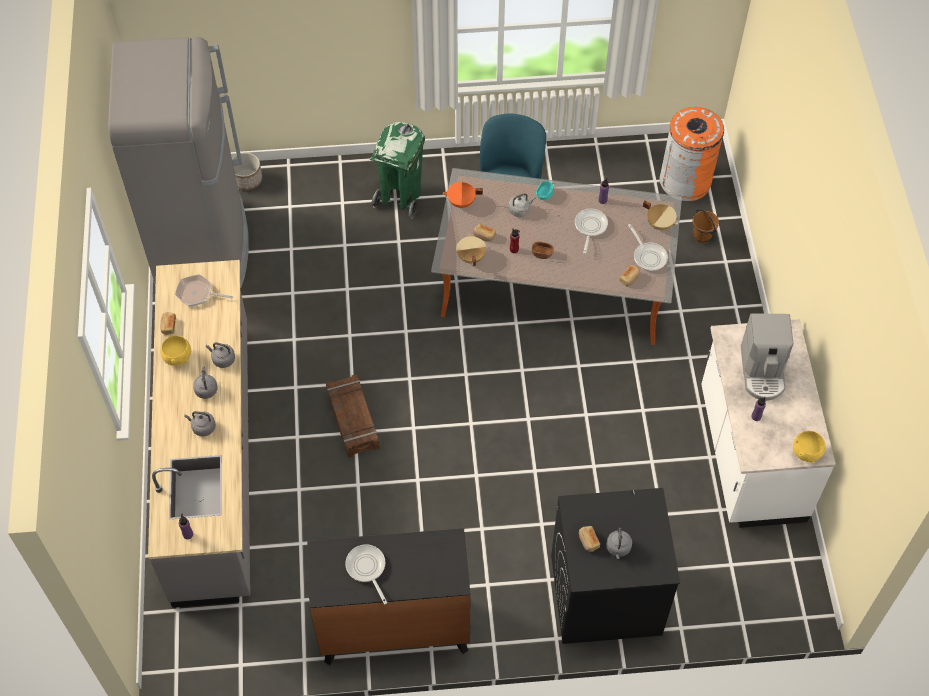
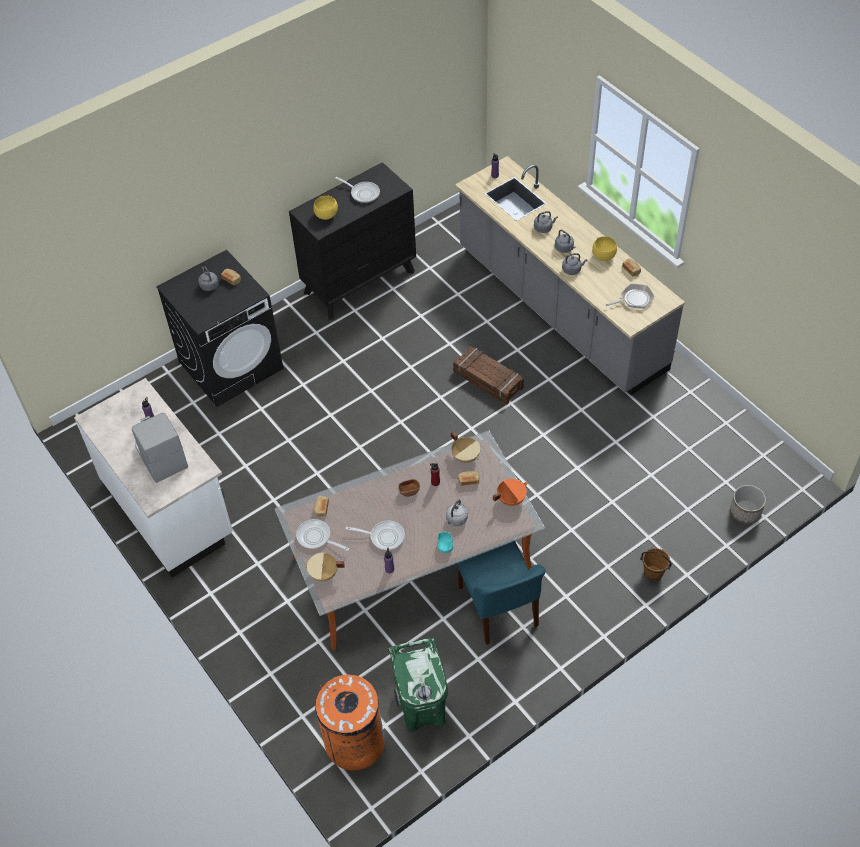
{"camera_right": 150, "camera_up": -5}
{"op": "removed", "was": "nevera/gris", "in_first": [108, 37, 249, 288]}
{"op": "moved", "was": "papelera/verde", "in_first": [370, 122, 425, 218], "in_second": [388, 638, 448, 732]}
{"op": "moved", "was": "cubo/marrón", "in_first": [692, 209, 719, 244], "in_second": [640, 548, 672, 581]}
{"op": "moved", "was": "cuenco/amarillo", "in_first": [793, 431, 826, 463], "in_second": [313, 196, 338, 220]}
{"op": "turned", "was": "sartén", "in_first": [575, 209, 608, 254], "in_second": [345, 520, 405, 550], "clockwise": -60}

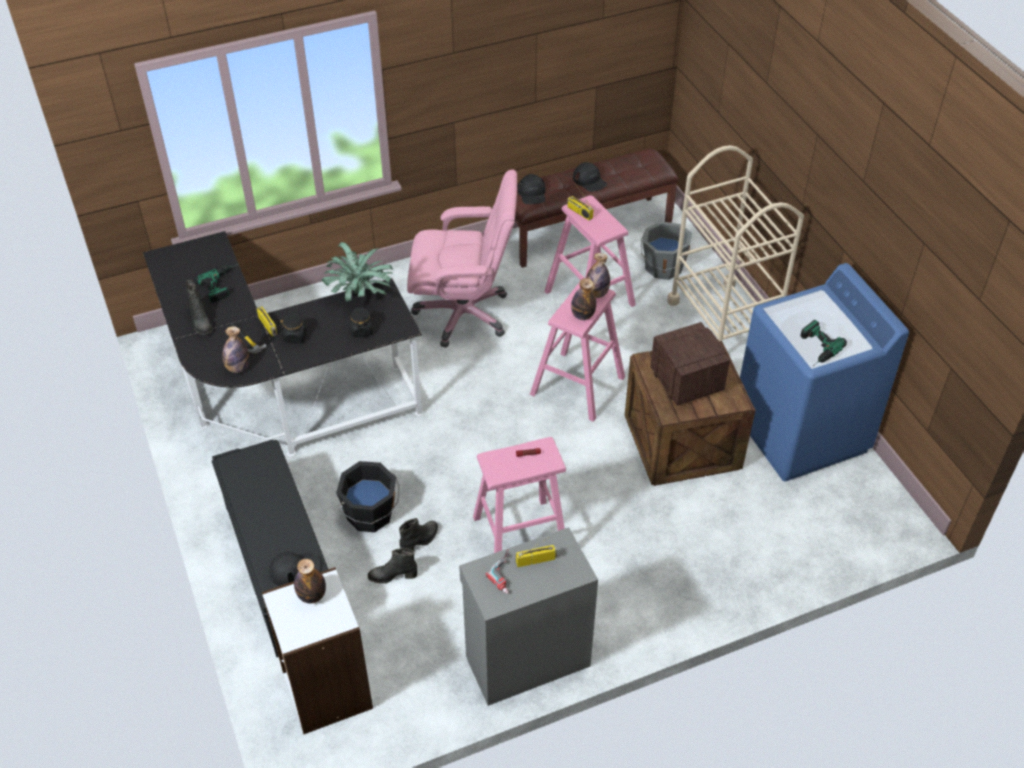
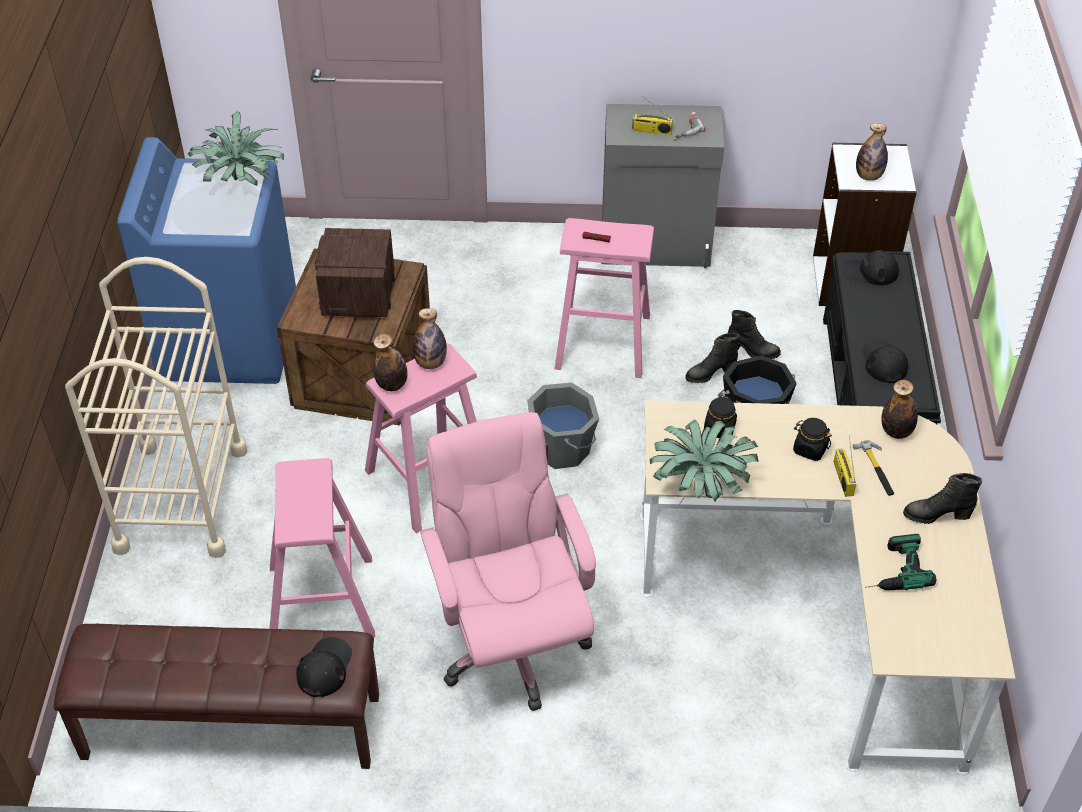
{"camera_right": -155, "camera_up": 0}
{"op": "removed", "was": "radio", "in_first": [567, 185, 594, 220]}
{"op": "moved", "was": "gorra/negro", "in_first": [573, 162, 607, 192], "in_second": [862, 339, 908, 383]}
{"op": "moved", "was": "cubo/gris", "in_first": [641, 221, 692, 280], "in_second": [527, 383, 599, 469]}
{"op": "replaced", "was": "taladro", "now": "planta en maceta", "in_first": [801, 320, 847, 366], "in_second": [188, 111, 284, 186]}
{"op": "recoloured", "was": "escritorio/negro", "now": "escritorio/beis", "in_first": [143, 231, 424, 457], "in_second": [640, 400, 1015, 775]}
{"op": "turned", "was": "bota/negro", "in_first": [186, 280, 212, 336], "in_second": [903, 473, 982, 524], "clockwise": -90}
{"op": "turned", "was": "silla de oficina/rosa", "in_first": [407, 169, 517, 347], "in_second": [420, 412, 596, 711], "clockwise": 45}

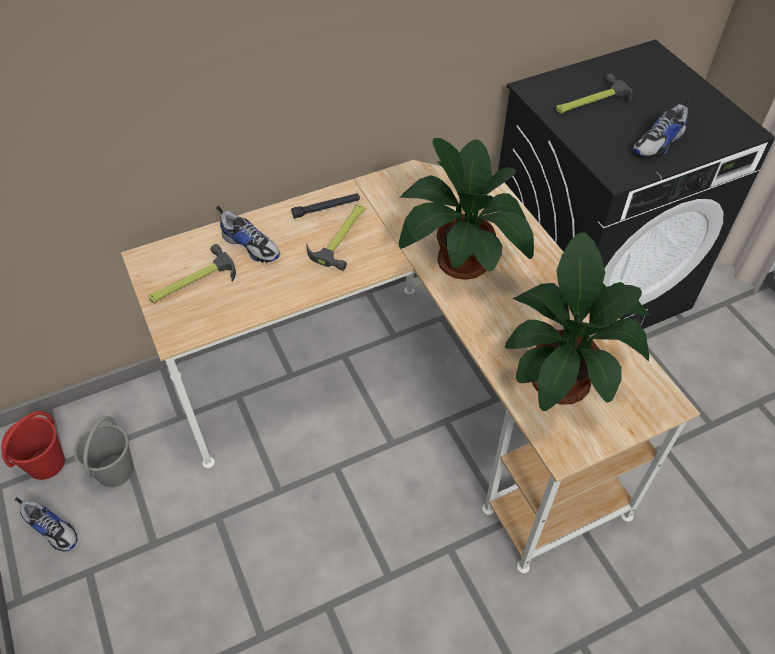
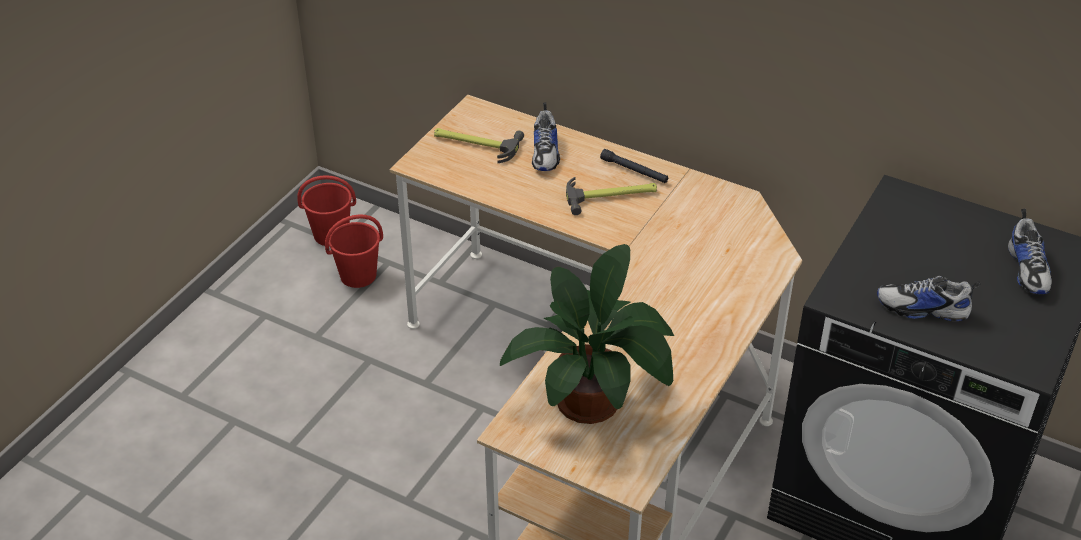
{"camera_right": 55, "camera_up": -10}
{"op": "removed", "was": "planta en maceta", "in_first": [399, 138, 534, 280]}
{"op": "removed", "was": "martillo", "in_first": [556, 74, 633, 114]}
{"op": "moved", "was": "zapato", "in_first": [15, 497, 78, 552], "in_second": [1008, 209, 1052, 294]}
{"op": "recoloured", "was": "cubo/gris", "now": "cubo/rojo", "in_first": [74, 416, 134, 487], "in_second": [325, 214, 383, 288]}

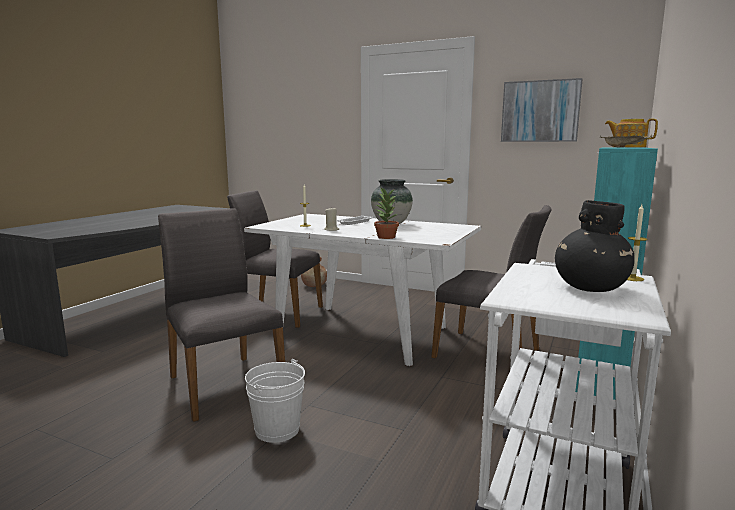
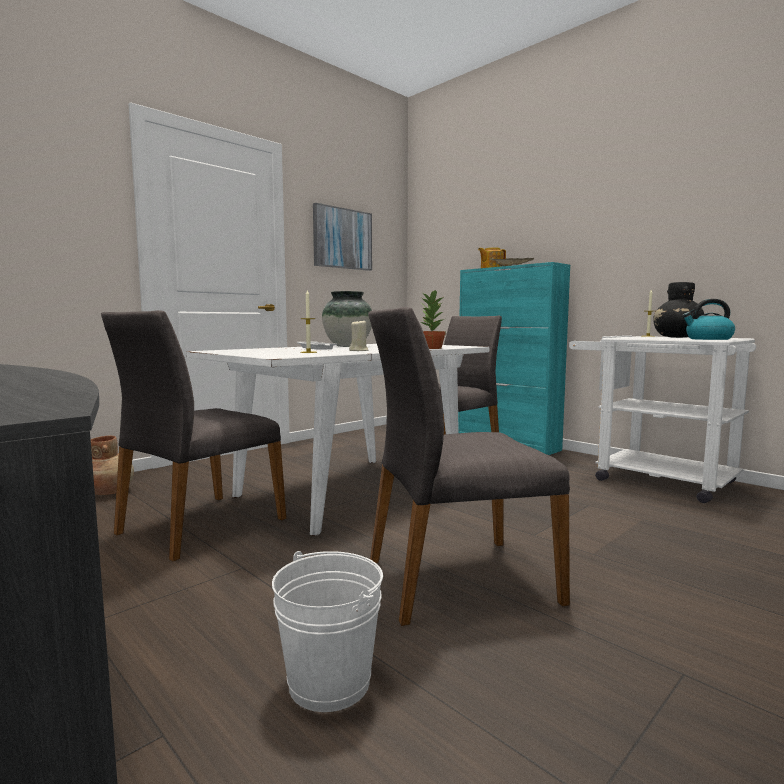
{"camera_right": -70, "camera_up": -5}
{"op": "added", "now": "hervidor", "in_second": [682, 299, 735, 340]}
{"op": "moved", "was": "cubo/blanco", "in_first": [245, 359, 305, 443], "in_second": [272, 551, 383, 712]}

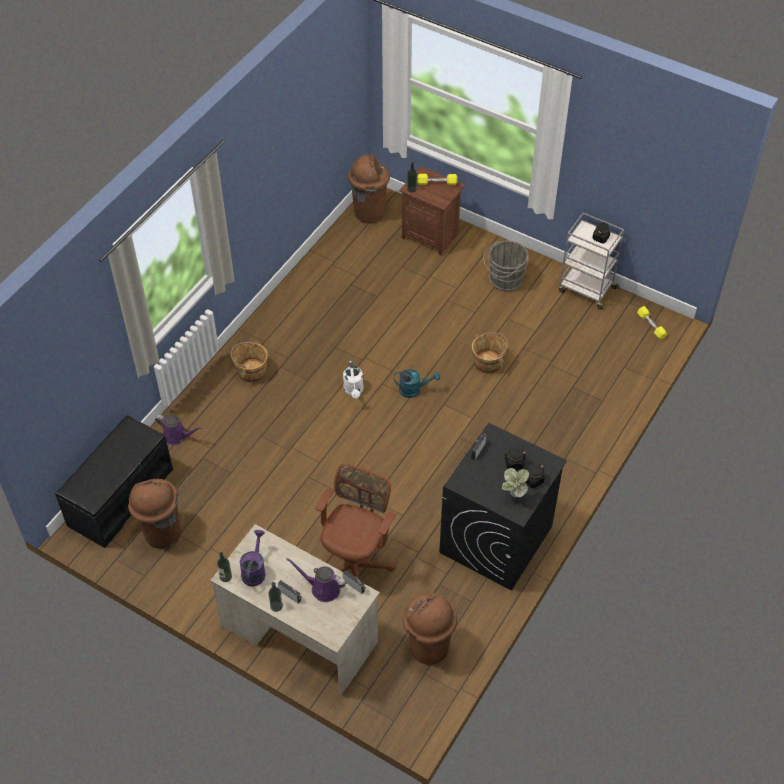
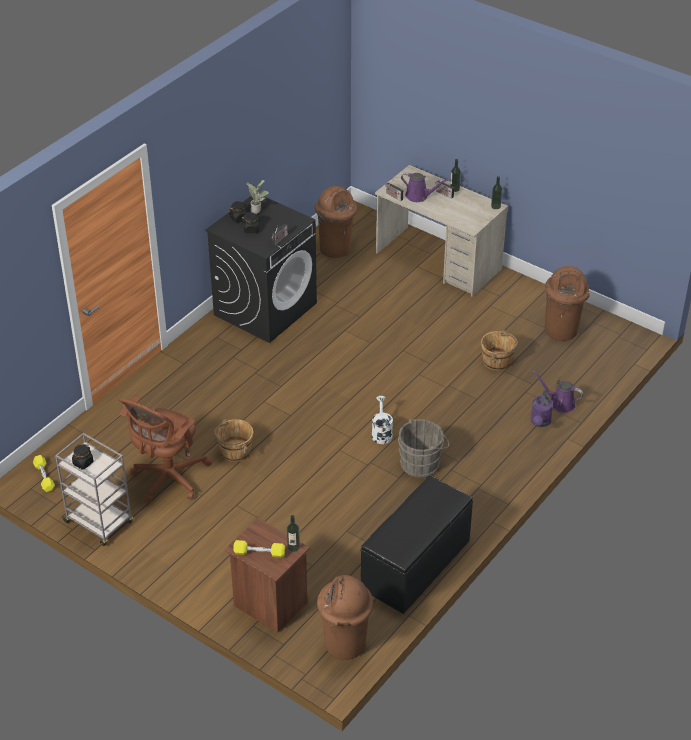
{"camera_right": -175, "camera_up": -10}
{"op": "removed", "was": "regadera/turquesa", "in_first": [394, 369, 440, 398]}
{"op": "moved", "was": "banco/negro", "in_first": [55, 415, 173, 548], "in_second": [360, 476, 473, 614]}
{"op": "moved", "was": "cubo/marrón", "in_first": [231, 341, 268, 383], "in_second": [481, 330, 518, 371]}
{"op": "moved", "was": "regadera/morado", "in_first": [240, 530, 266, 587], "in_second": [531, 390, 553, 427]}
{"op": "moved", "was": "silla de oficina/marrón", "in_first": [315, 463, 396, 580], "in_second": [119, 396, 212, 503]}
{"op": "moved", "was": "cubo/gris", "in_first": [483, 240, 529, 291], "in_second": [398, 419, 449, 478]}

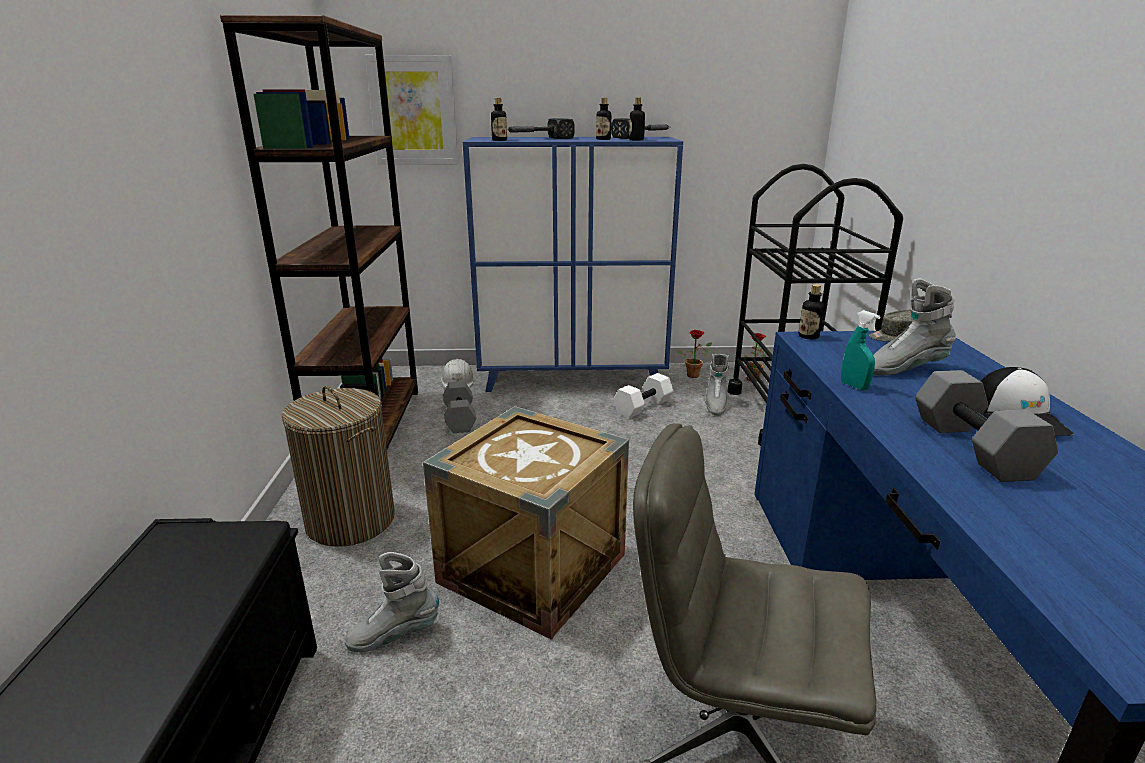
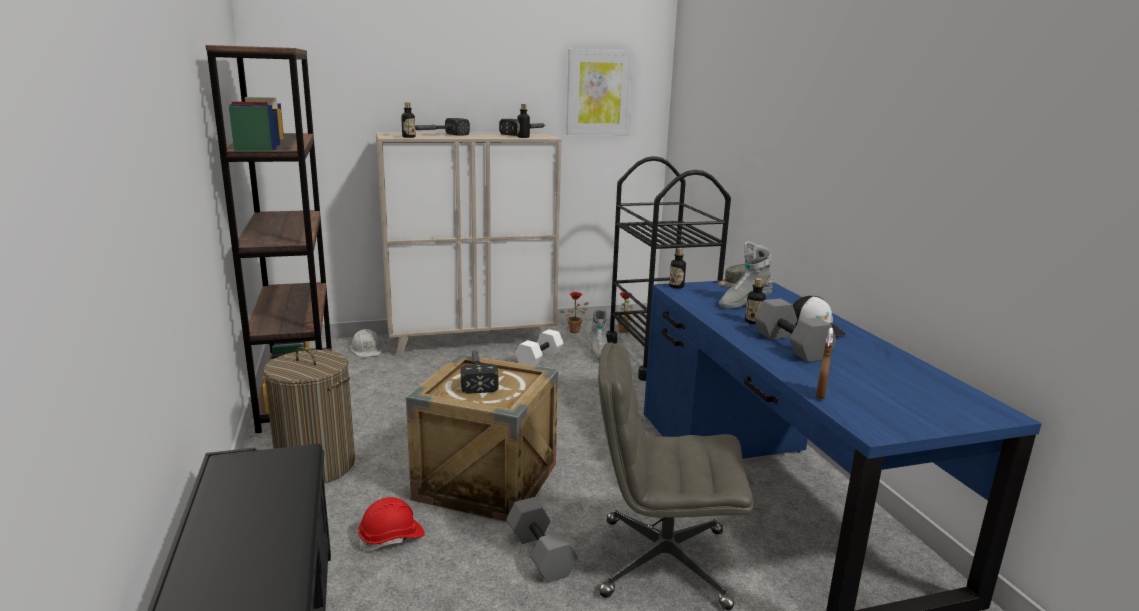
{"camera_right": -15, "camera_up": -5}
{"op": "removed", "was": "pulverizador/turquesa", "in_first": [841, 311, 881, 390]}
{"op": "added", "now": "martillo", "in_second": [461, 351, 498, 394]}
{"op": "added", "now": "pulverizador/marrón", "in_second": [816, 328, 833, 399]}
{"op": "moved", "was": "cuadro", "in_first": [365, 55, 459, 165], "in_second": [566, 49, 634, 135]}
{"op": "moved", "was": "mancuerna/gris", "in_first": [443, 381, 476, 433], "in_second": [506, 497, 578, 583]}
{"op": "moved", "was": "botella", "in_first": [596, 98, 611, 140], "in_second": [745, 278, 766, 325]}
{"op": "replaced", "was": "bota/gris", "now": "casco/rojo", "in_first": [345, 552, 439, 652], "in_second": [358, 497, 425, 551]}
{"op": "recoloured", "was": "armario/azul", "now": "armario/beis", "in_first": [463, 137, 683, 392], "in_second": [376, 132, 562, 357]}

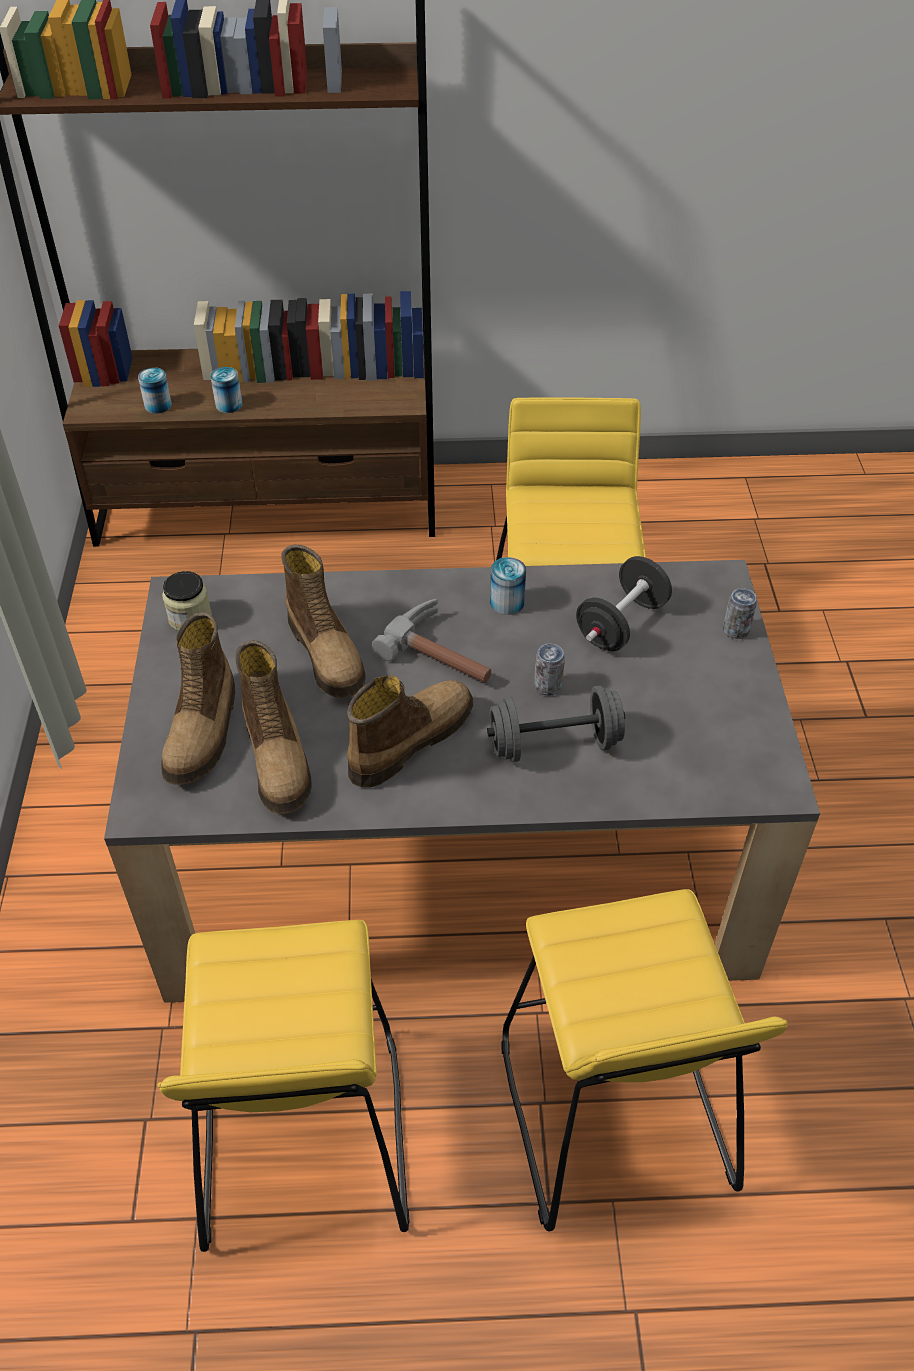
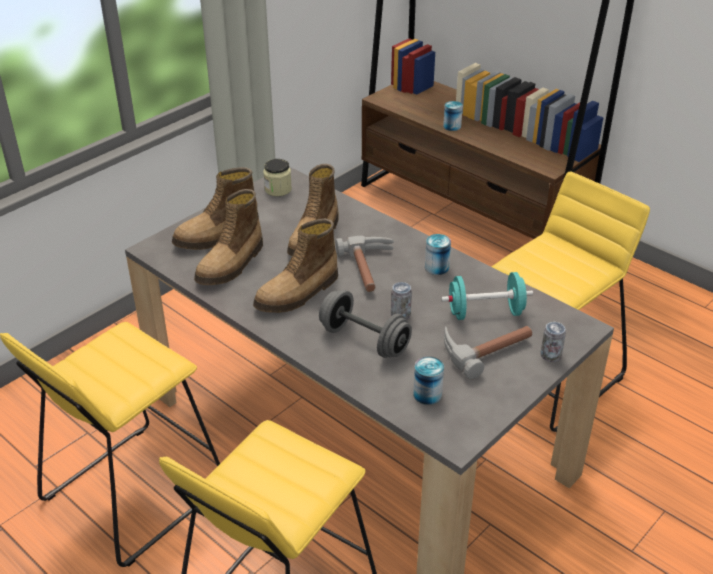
{"camera_right": 45, "camera_up": -10}
{"op": "added", "now": "martillo", "in_second": [444, 326, 532, 380]}
{"op": "moved", "was": "lata", "in_first": [138, 367, 172, 414], "in_second": [413, 356, 444, 405]}
{"op": "recoloured", "was": "mancuerna/negro", "now": "mancuerna/turquesa", "in_first": [576, 556, 672, 651], "in_second": [441, 272, 533, 320]}
{"op": "turned", "was": "bota", "in_first": [347, 675, 473, 788], "in_second": [253, 219, 338, 313], "clockwise": 135}

